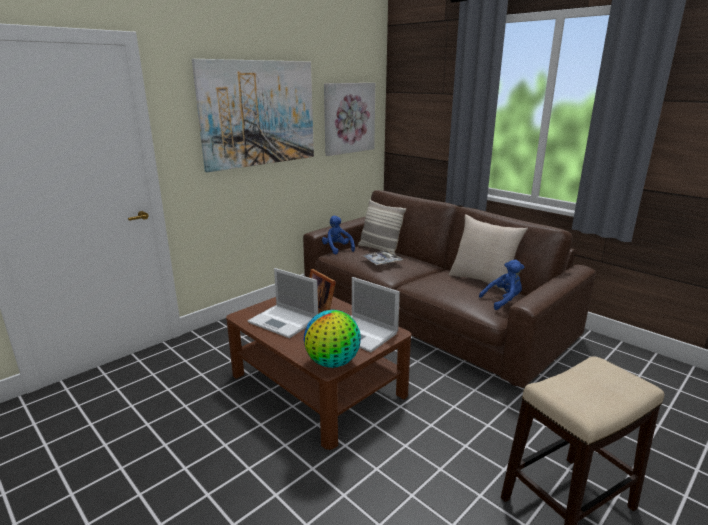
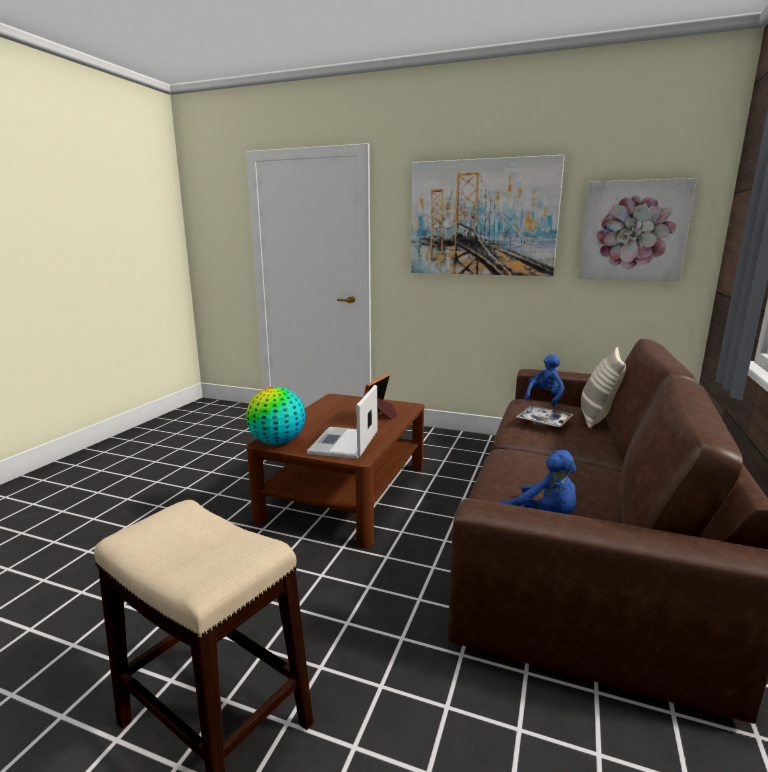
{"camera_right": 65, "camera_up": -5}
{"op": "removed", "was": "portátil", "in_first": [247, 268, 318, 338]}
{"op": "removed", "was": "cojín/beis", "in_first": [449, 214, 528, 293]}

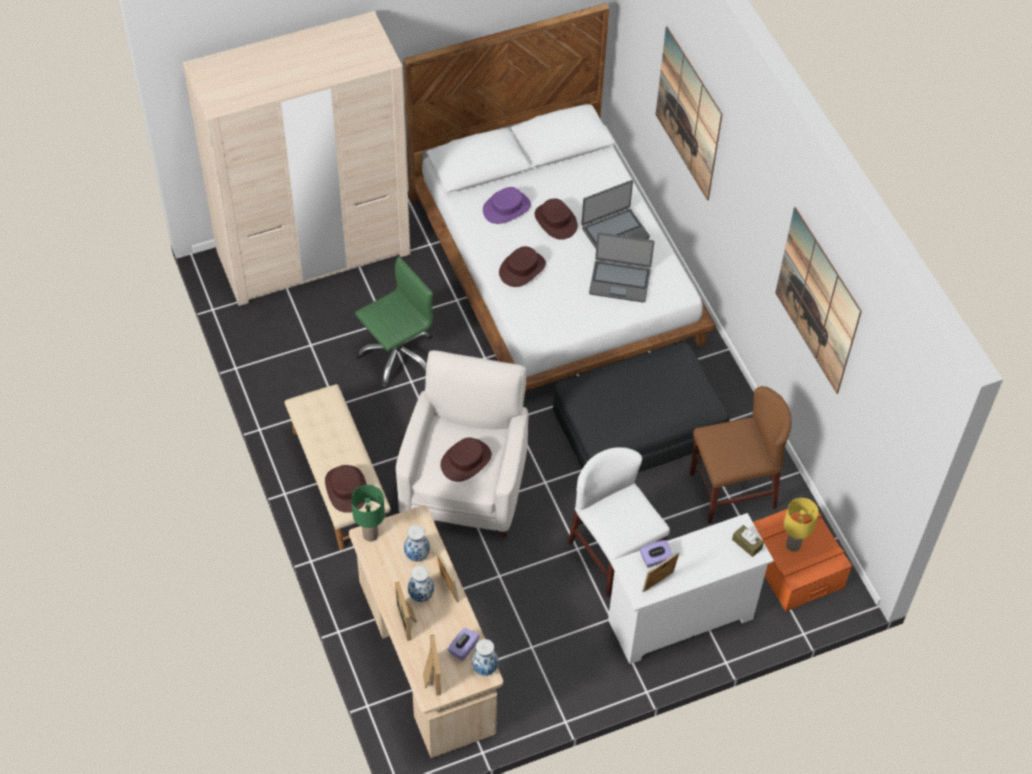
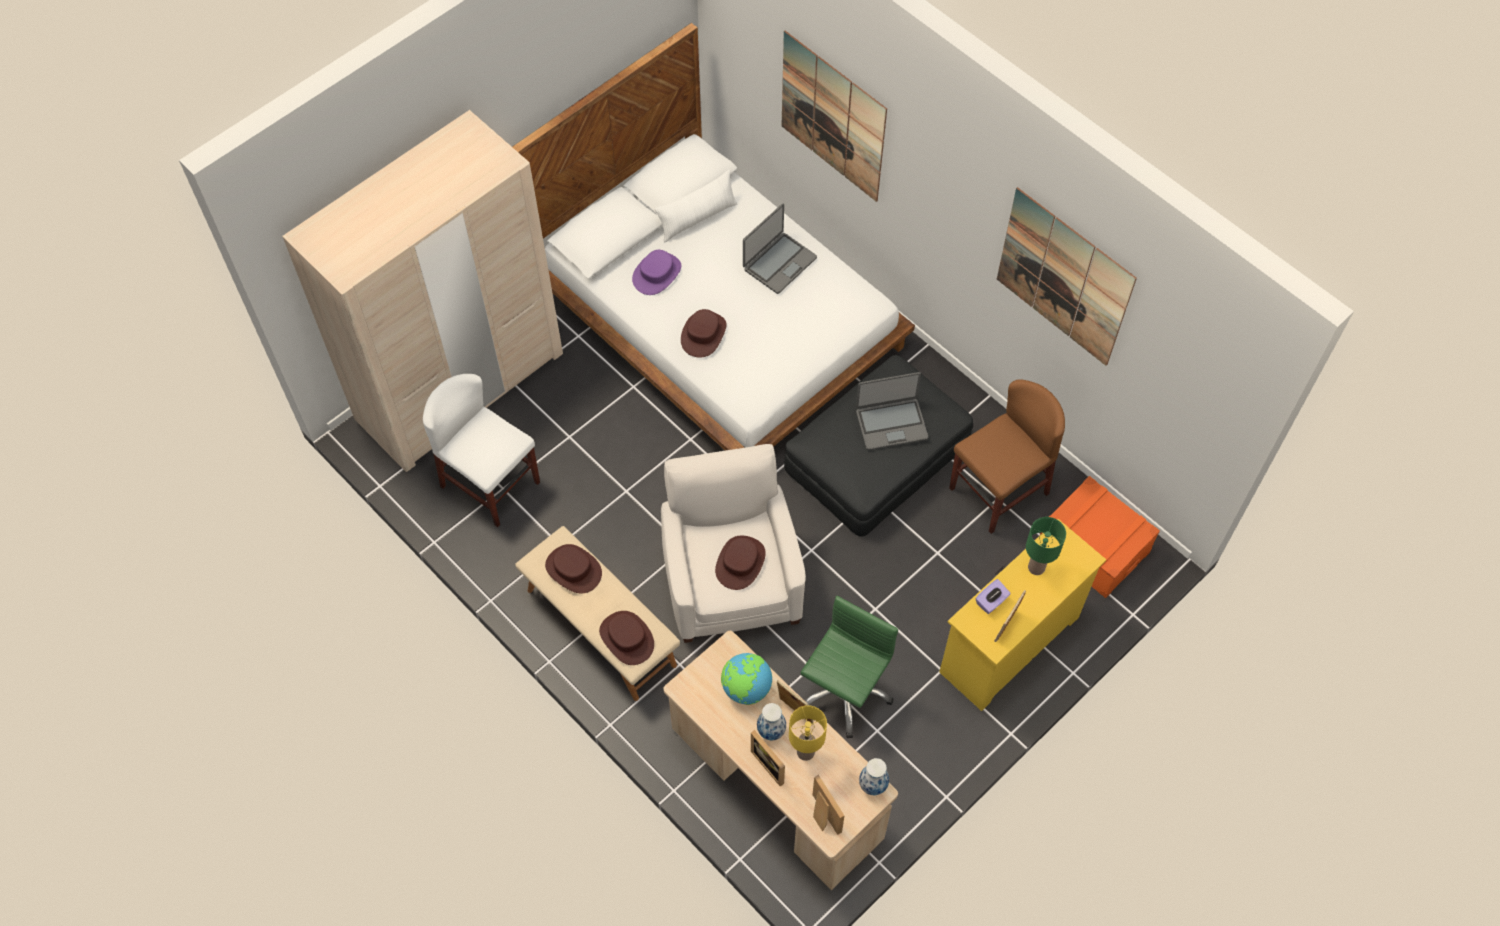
{"camera_right": -20, "camera_up": 5}
{"op": "removed", "was": "caja de pañuelos/morado", "in_first": [447, 628, 479, 661]}
{"op": "removed", "was": "caja de pañuelos/marrón", "in_first": [732, 525, 764, 557]}
{"op": "added", "now": "cojín/blanco", "in_second": [655, 170, 737, 243]}
{"op": "moved", "was": "lámpara de mesa/verde", "in_first": [351, 485, 385, 542], "in_second": [1026, 517, 1066, 575]}
{"op": "moved", "was": "silla de oficina/verde", "in_first": [355, 257, 433, 388], "in_second": [800, 596, 898, 738]}
{"op": "moved", "was": "sombrero/marrón", "in_first": [535, 198, 578, 240], "in_second": [545, 544, 602, 593]}
{"op": "moved", "was": "silla/blanco", "in_first": [568, 447, 670, 597], "in_second": [423, 374, 540, 527]}
{"op": "moved", "was": "portátil", "in_first": [589, 232, 654, 303], "in_second": [856, 372, 928, 450]}
{"op": "moved", "was": "lámpara de mesa/amarillo", "in_first": [784, 498, 819, 552], "in_second": [789, 705, 827, 761]}
{"op": "replaced", "was": "florero", "now": "globo terráqueo", "in_first": [404, 525, 430, 562], "in_second": [721, 653, 772, 705]}
{"op": "recoloured", "was": "cómoda/blanco", "now": "cómoda/amarillo", "in_first": [608, 513, 774, 664], "in_second": [939, 519, 1106, 711]}

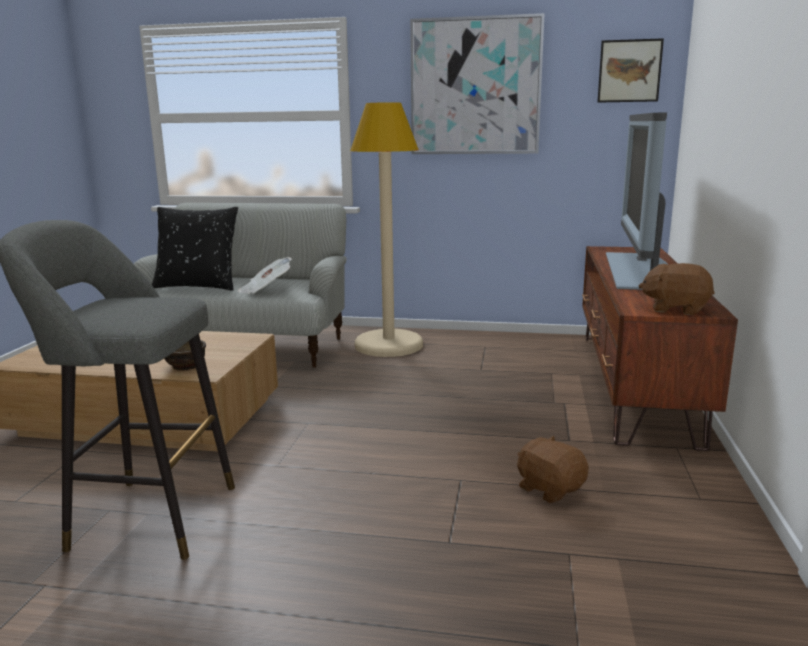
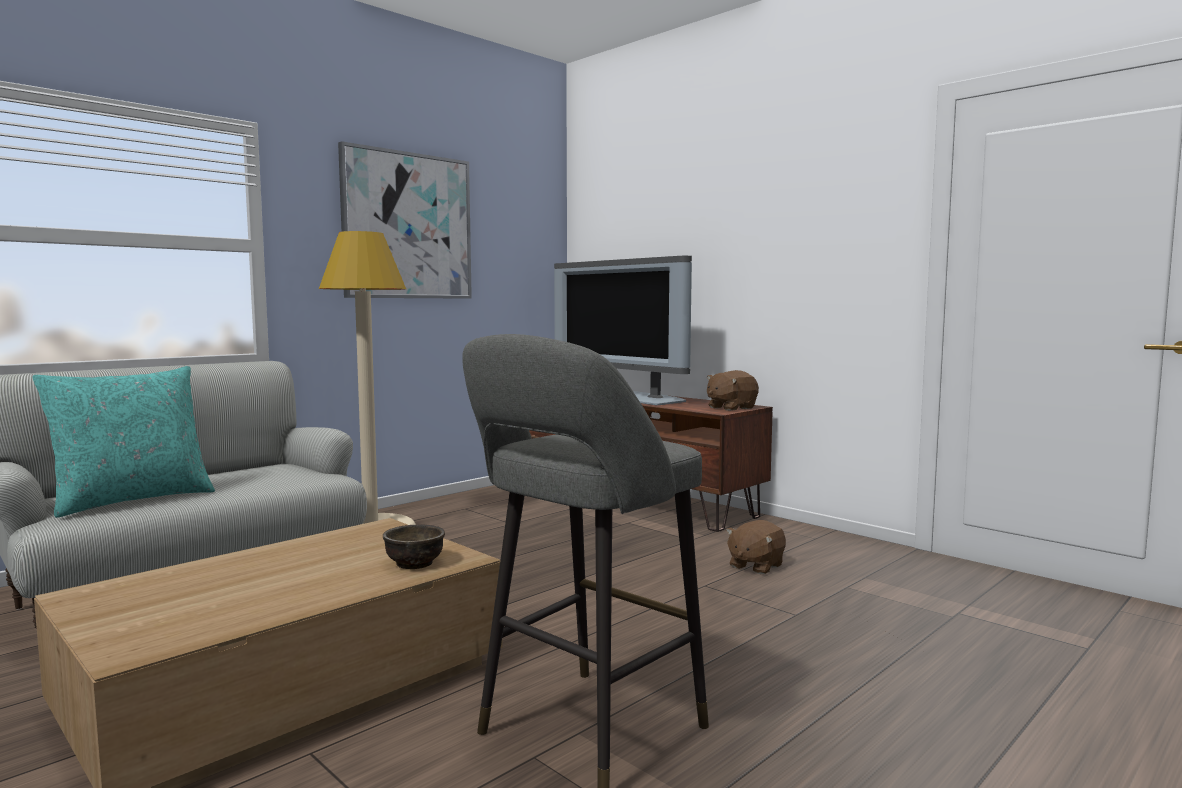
{"camera_right": -55, "camera_up": -10}
{"op": "removed", "was": "periódico", "in_first": [238, 257, 292, 294]}
{"op": "removed", "was": "cuadro", "in_first": [597, 38, 664, 103]}
{"op": "recoloured", "was": "cojín/negro", "now": "cojín/turquesa", "in_first": [152, 207, 238, 291], "in_second": [32, 366, 215, 518]}
{"op": "turned", "was": "peluche/marrón", "in_first": [517, 436, 589, 503], "in_second": [726, 520, 786, 574], "clockwise": -45}

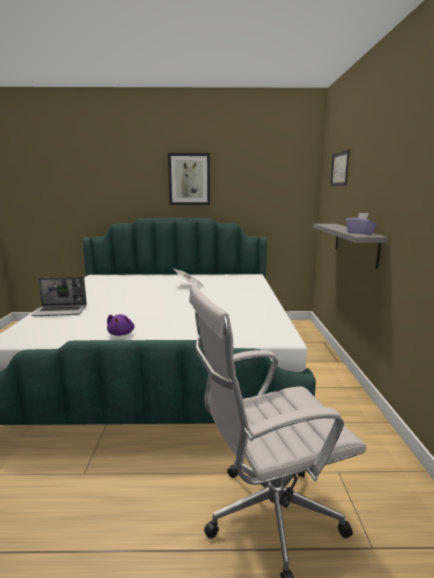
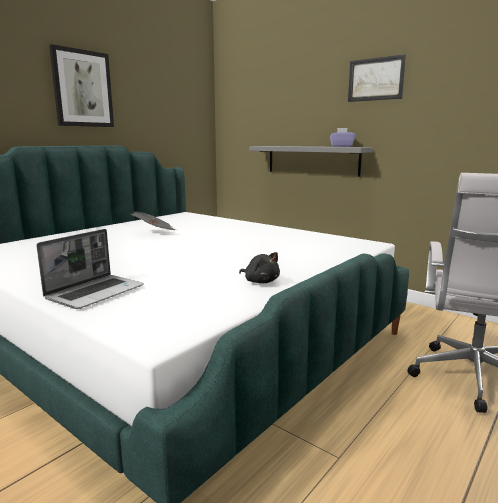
{"camera_right": -50, "camera_up": 0}
{"op": "moved", "was": "cuadro", "in_first": [330, 149, 350, 186], "in_second": [348, 54, 406, 102]}
{"op": "recoloured", "was": "peluche/morado", "now": "peluche/negro", "in_first": [107, 314, 135, 336], "in_second": [239, 252, 280, 284]}

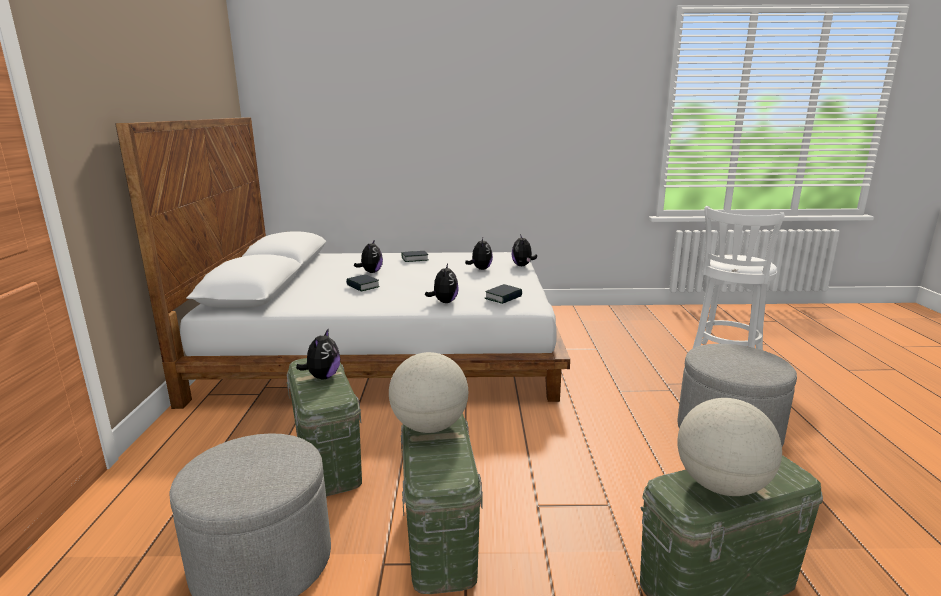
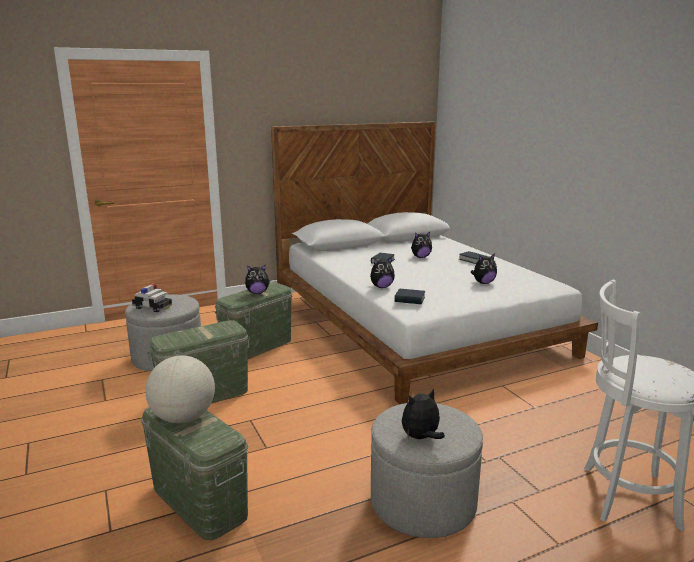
{"camera_right": 65, "camera_up": 0}
{"op": "removed", "was": "globo terráqueo", "in_first": [389, 352, 468, 433]}
{"op": "added", "now": "coche de juguete", "in_second": [132, 284, 172, 312]}
{"op": "moved", "was": "peluche", "in_first": [511, 234, 537, 266], "in_second": [402, 389, 445, 439]}

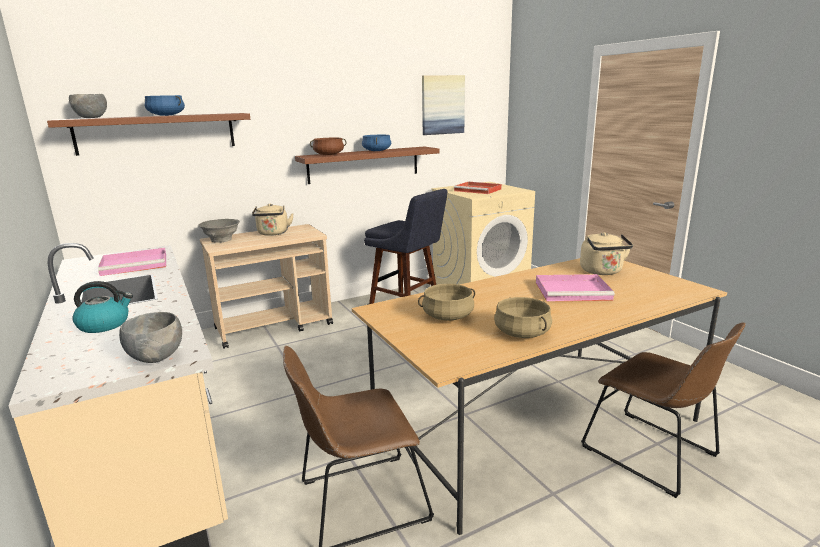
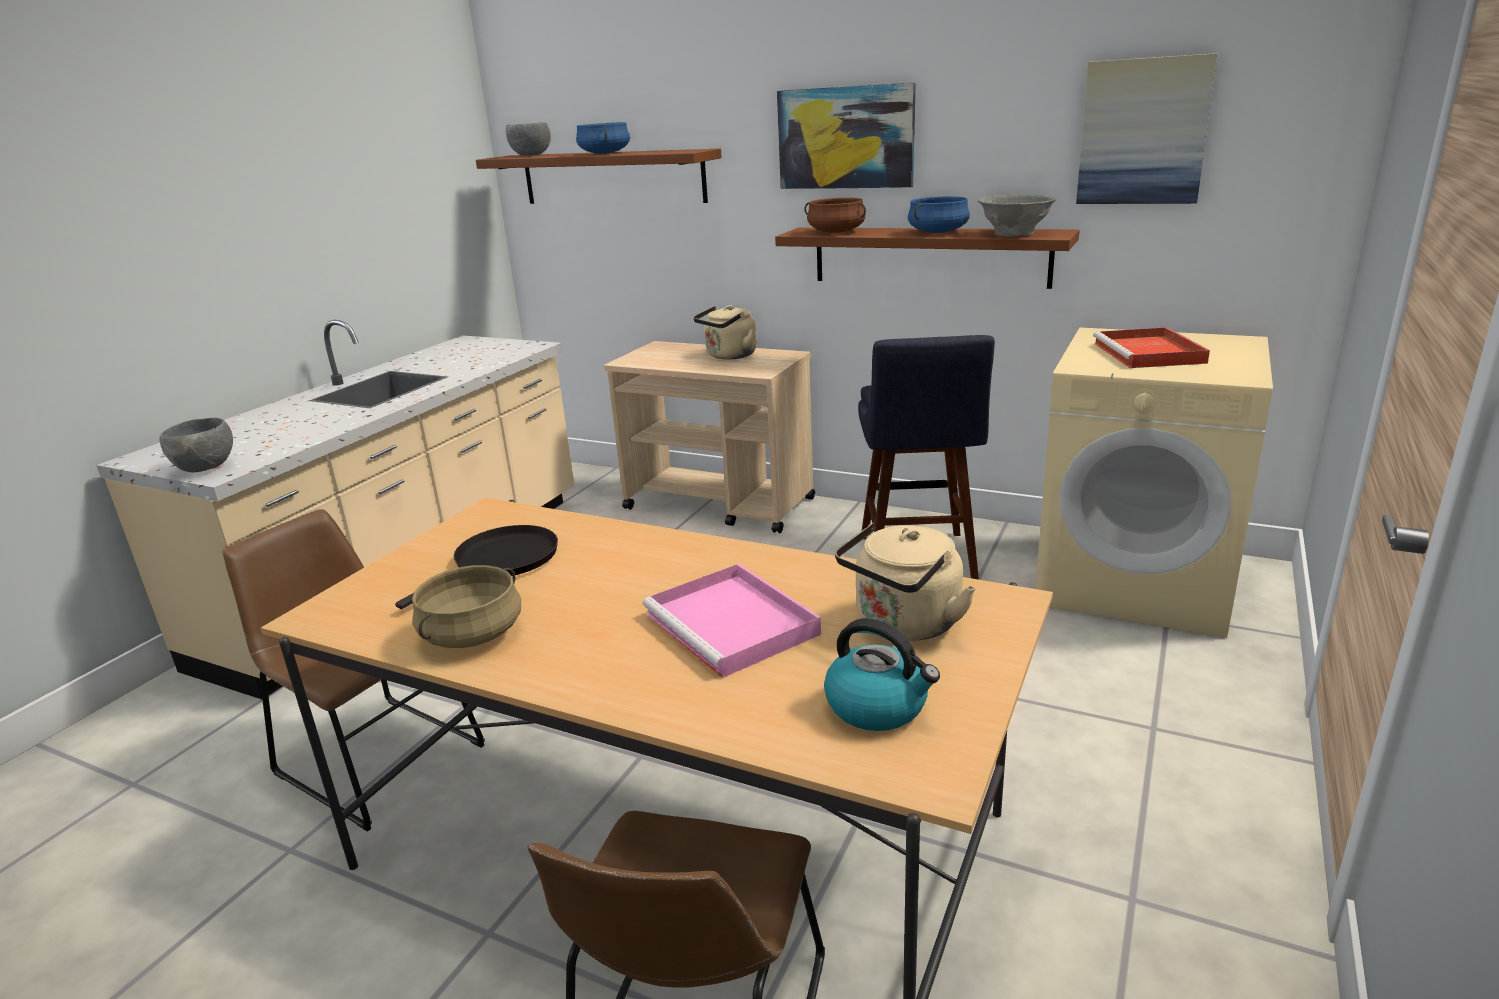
{"camera_right": 55, "camera_up": 5}
{"op": "removed", "was": "bandeja/rosa", "in_first": [98, 248, 166, 276]}
{"op": "added", "now": "cuadro", "in_second": [777, 82, 915, 189]}
{"op": "moved", "was": "hervidor", "in_first": [72, 281, 133, 333], "in_second": [824, 618, 940, 731]}
{"op": "moved", "was": "cuenco/gris", "in_first": [199, 219, 240, 243], "in_second": [978, 195, 1056, 237]}
{"op": "replaced", "was": "olla/beis", "now": "sartén/negro", "in_first": [418, 284, 475, 321], "in_second": [395, 525, 558, 609]}

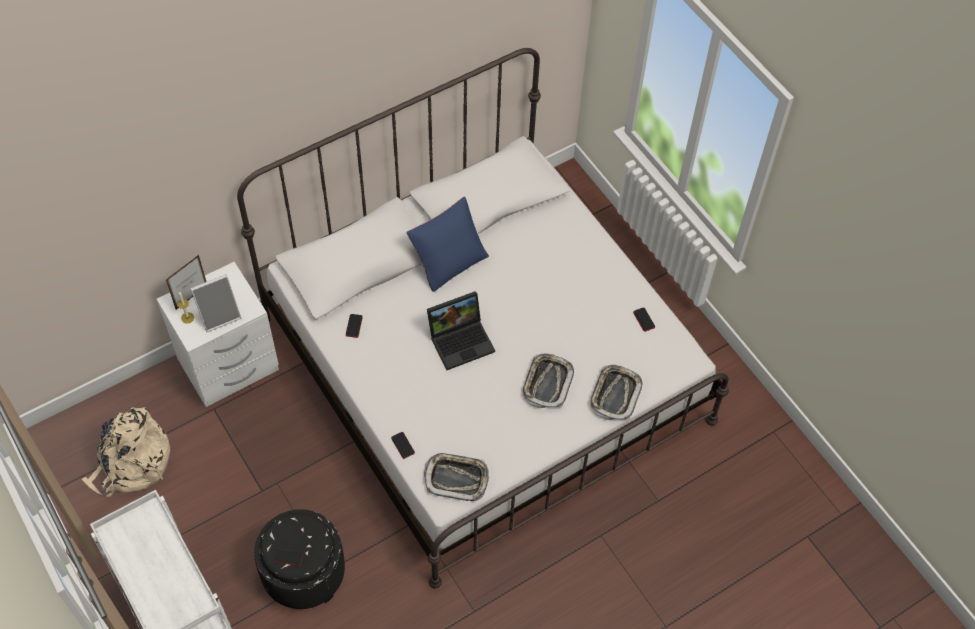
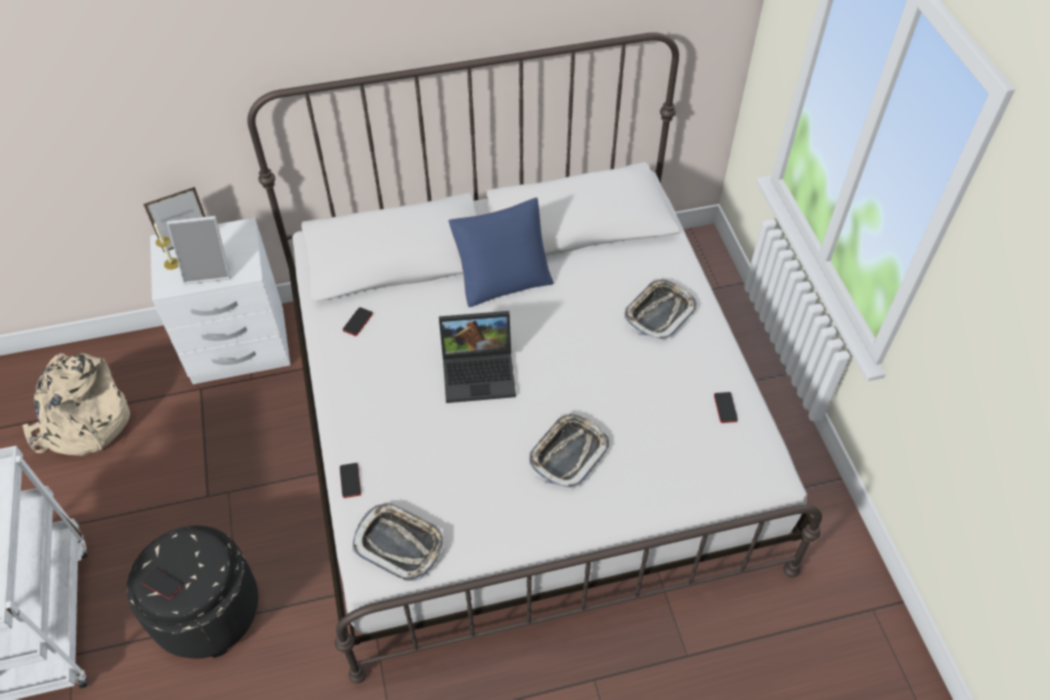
{"camera_right": 20, "camera_up": -5}
{"op": "moved", "was": "bandeja", "in_first": [590, 365, 643, 420], "in_second": [625, 278, 696, 341]}

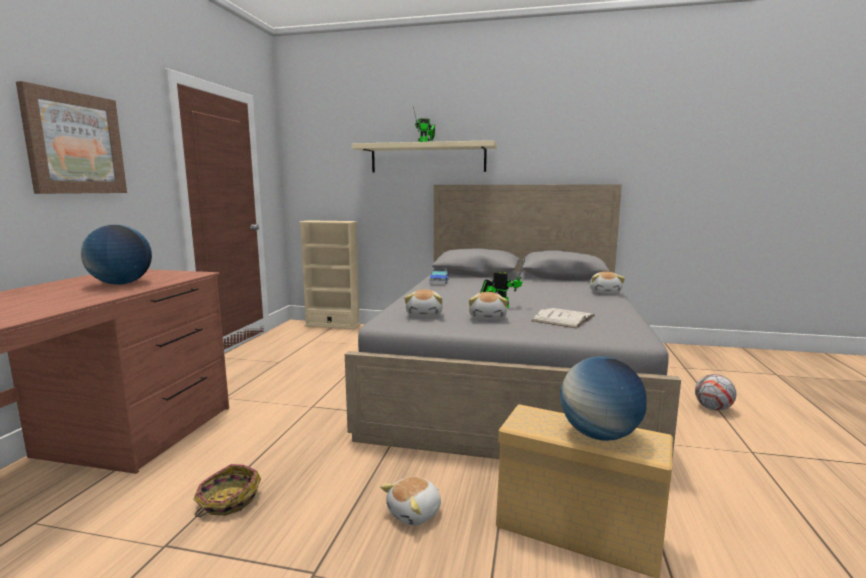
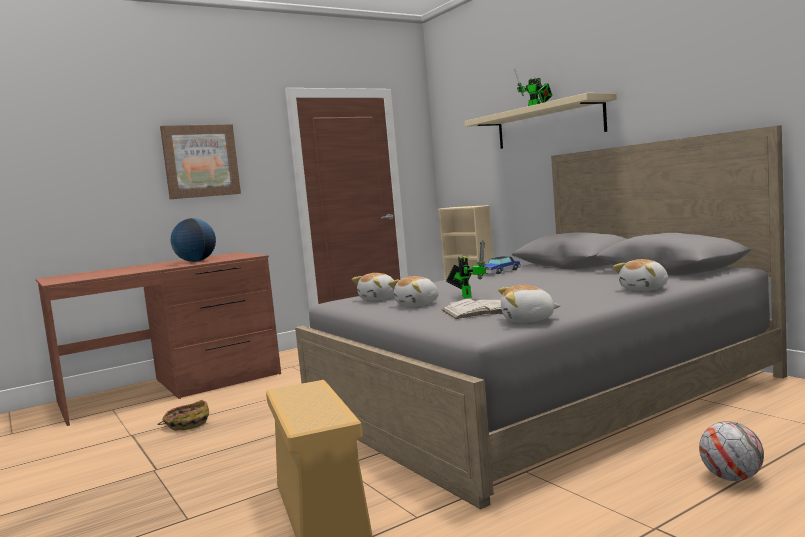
{"camera_right": 45, "camera_up": -5}
{"op": "removed", "was": "globo terráqueo", "in_first": [560, 356, 647, 441]}
{"op": "moved", "was": "peluche", "in_first": [380, 477, 441, 526], "in_second": [498, 285, 561, 323]}

